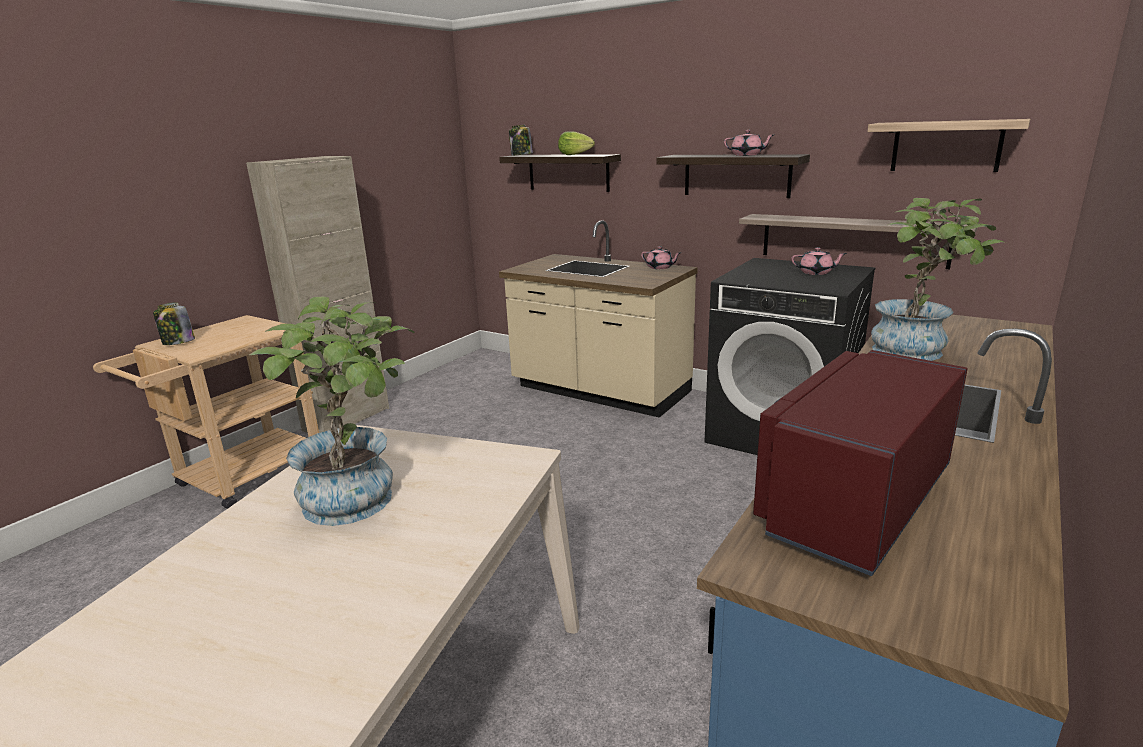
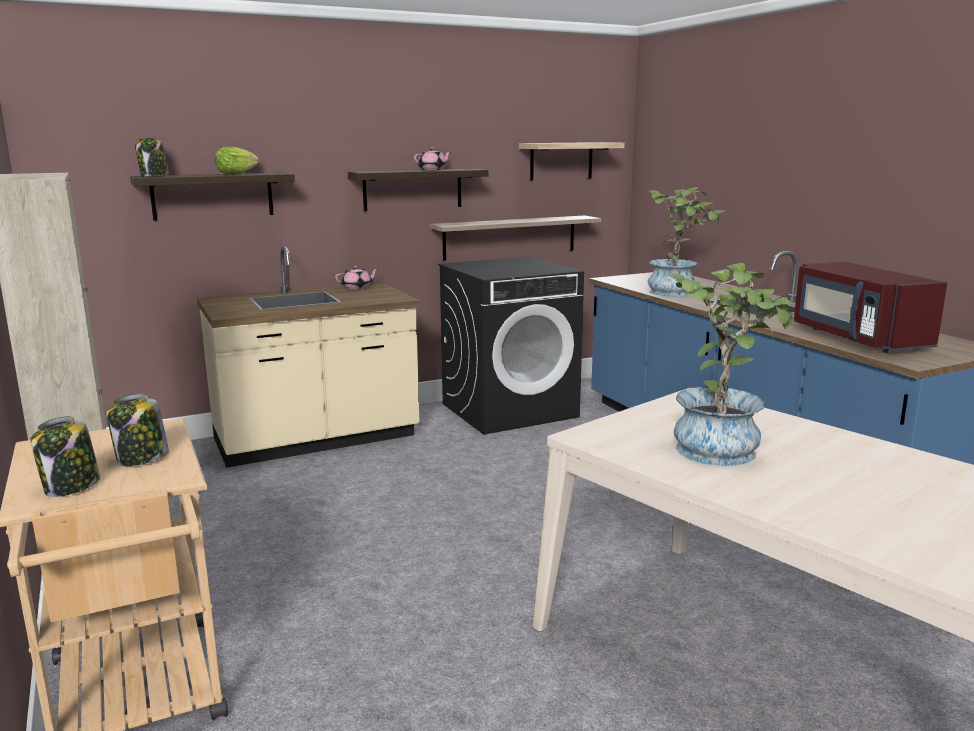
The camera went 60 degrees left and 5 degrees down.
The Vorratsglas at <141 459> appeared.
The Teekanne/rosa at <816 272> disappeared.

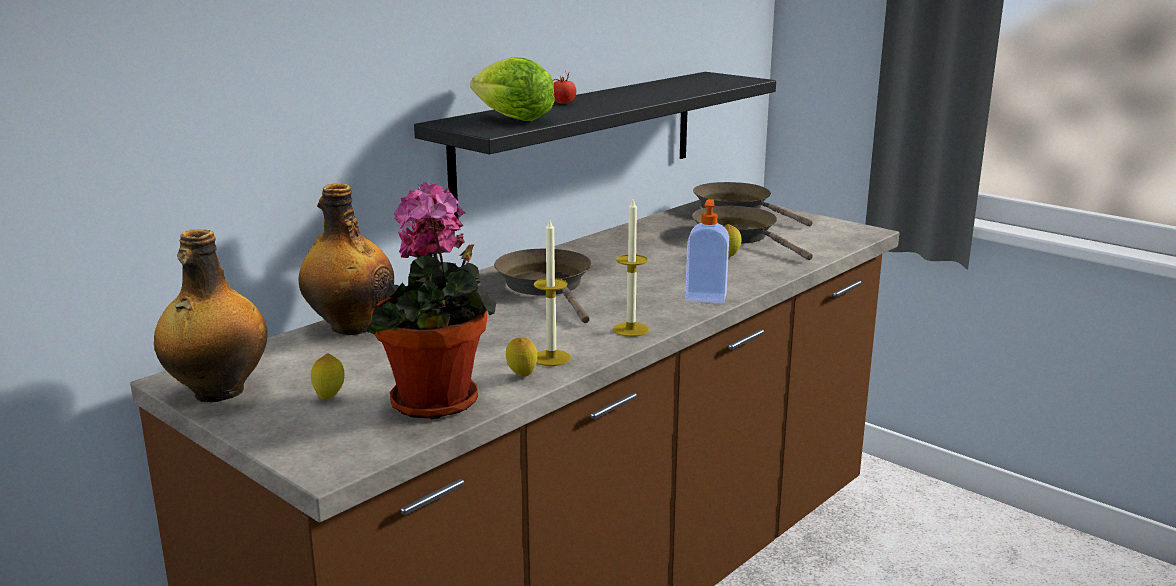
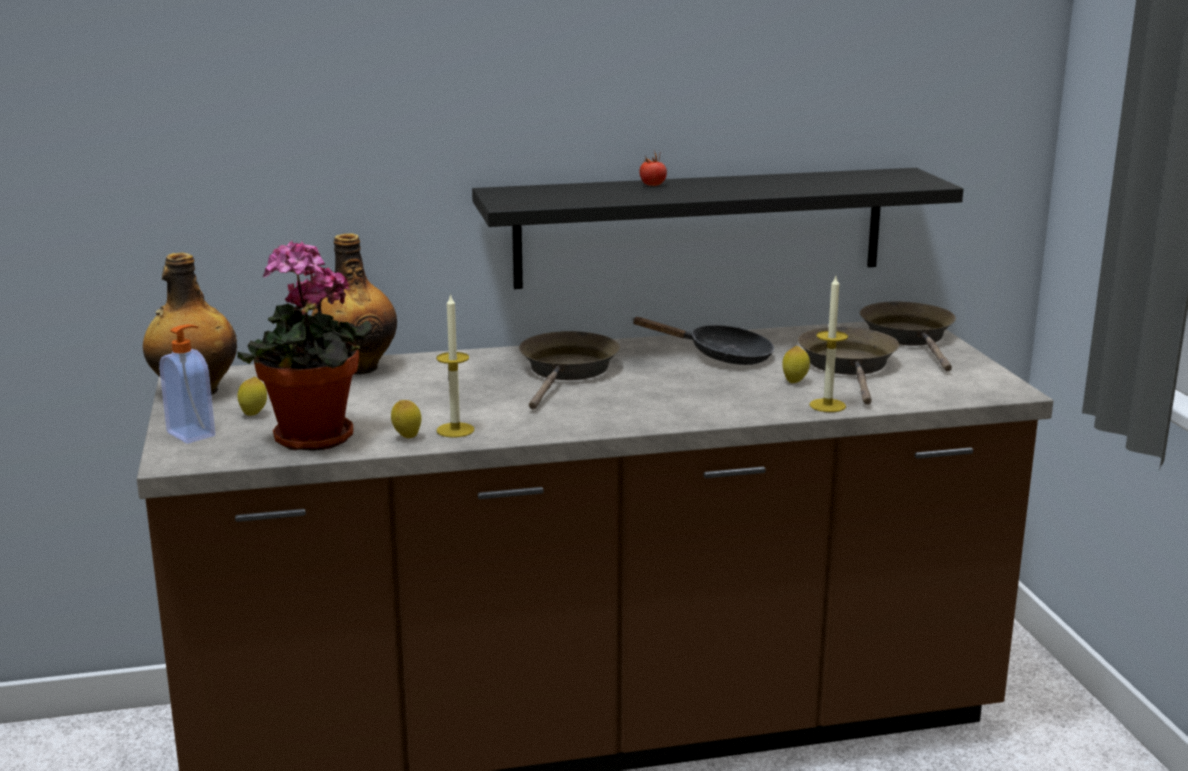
The camera went 35 degrees right and 0 degrees up.
The Seifenspender moved from <706 297> to <192 434>.
The Pfanne/schwarz at <721 356> appeared.
The Kerze moved from <630 329> to <827 405>.
The Salatkopf at <509 118> disappeared.

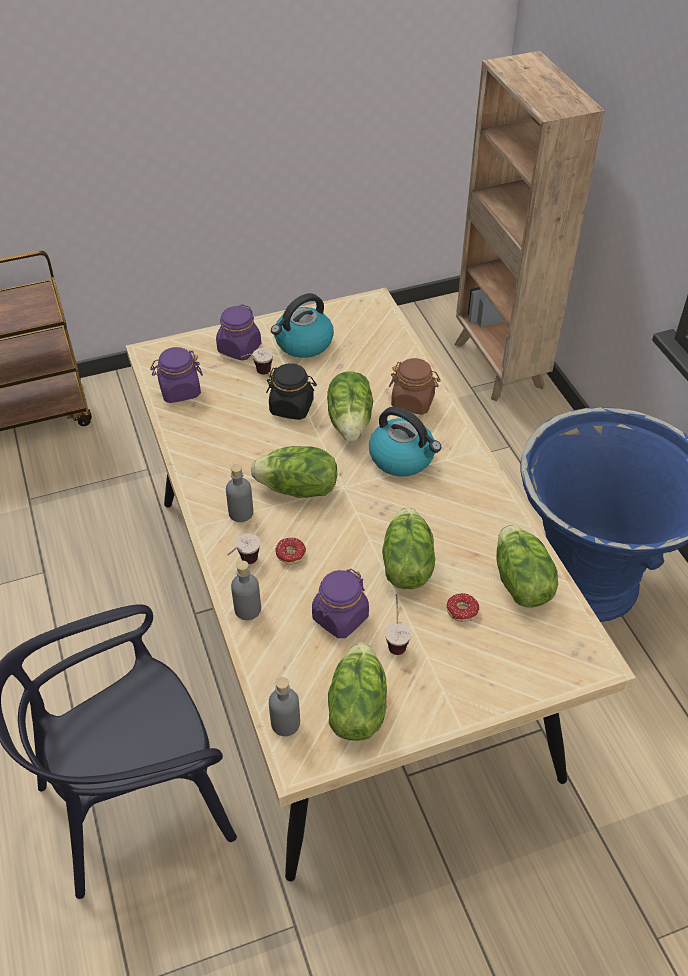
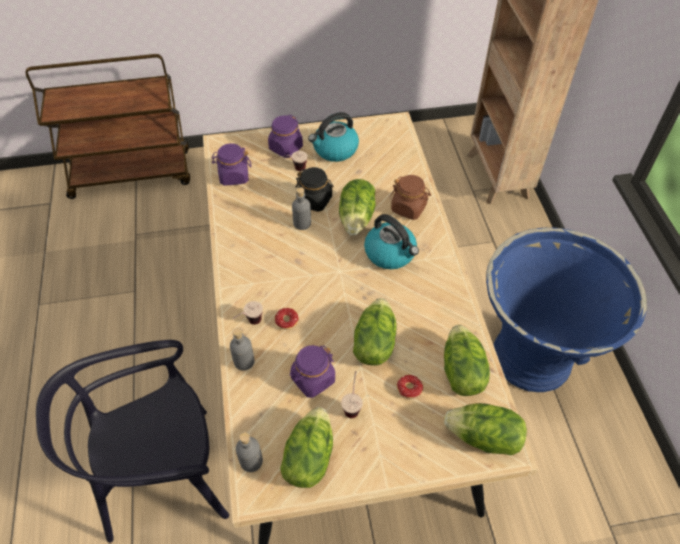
The camera went 10 degrees right and 5 degrees up.
The Flasche/grau moved from <241 513> to <302 223>.
The Salatkopf moved from <298 489> to <483 438>.

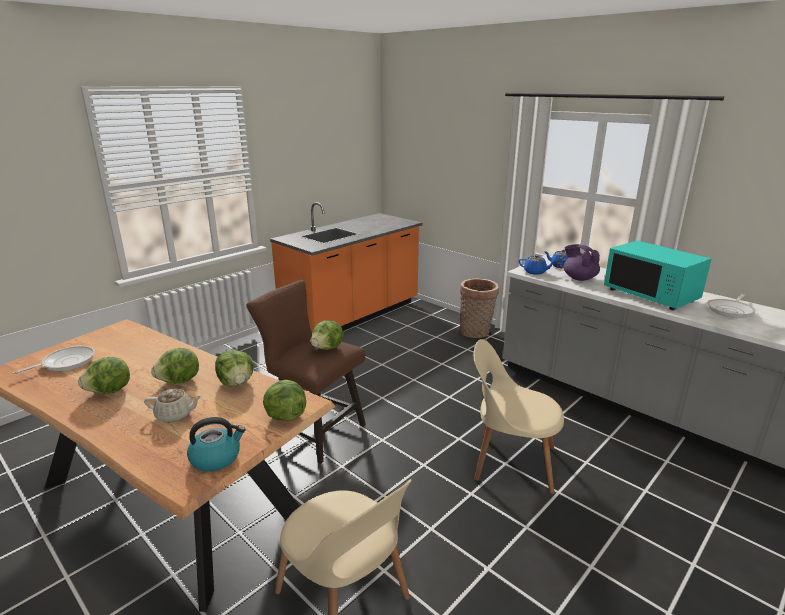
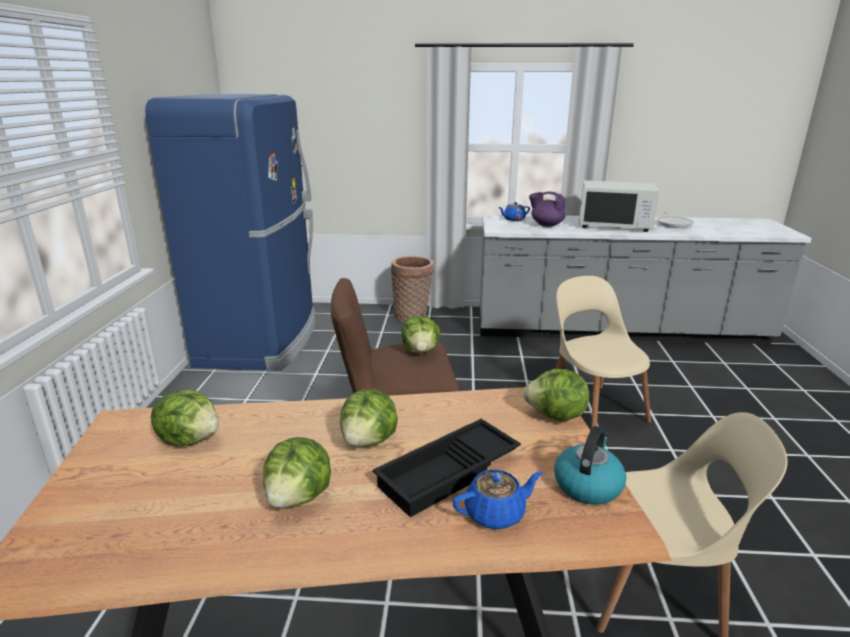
The camera went 40 degrees left and 0 degrees up.
The Küchenzeile/orange at <353 316> was replaced by the Kühlschrank/blau at <262 340>.
The Salatkopf moved from <237 383> to <190 439>.
The Teekanne/beige at <175 415> was replaced by the Tablett/schwarz at <449 474>.
The Teekanne/blau moved from <535 272> to <496 513>.
The Stuhl/beige at <510 462> turned 90 degrees clockwise.
The Mikrowelle/türkis at <651 295> became the Mikrowelle/weiß at <614 225>.
The Pfanne at <66 362> disappeared.

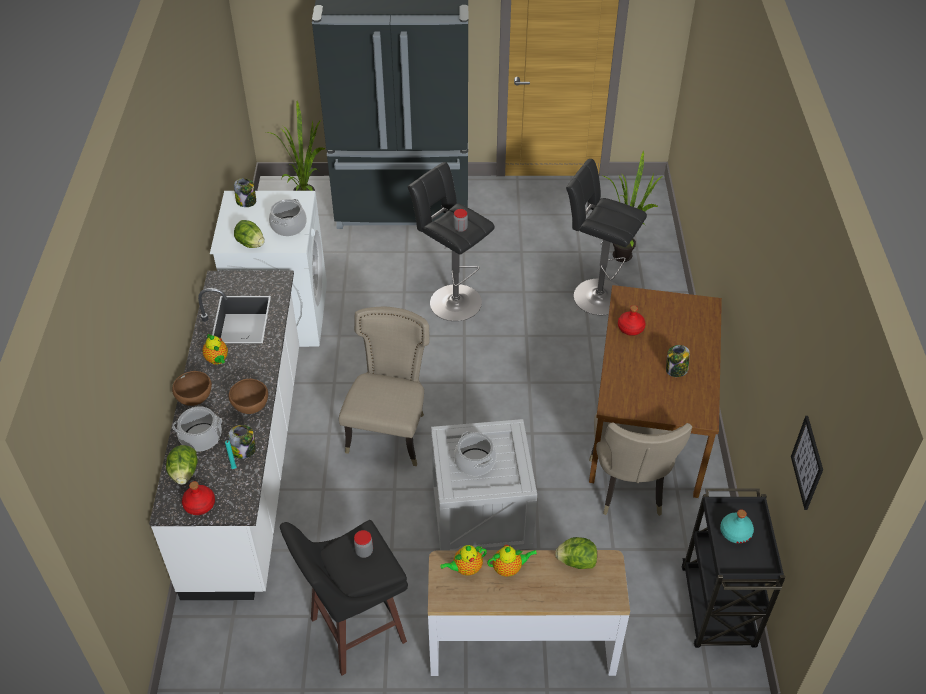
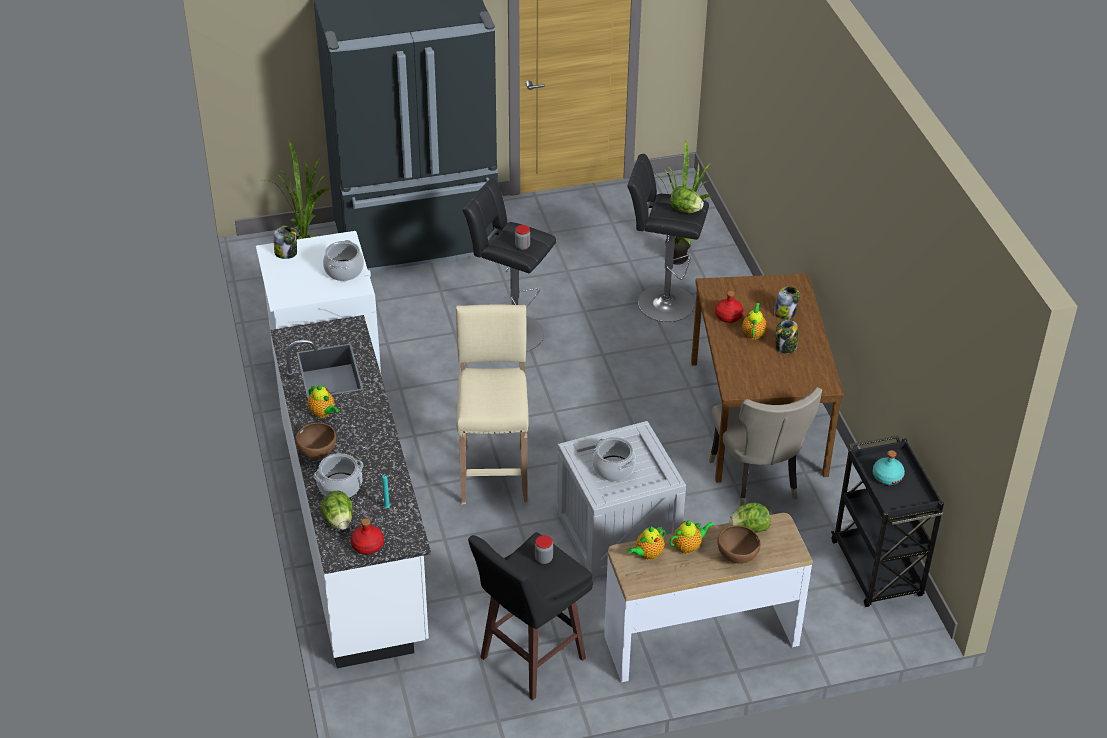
The camera went 15 degrees left and 5 degrees down.
The Stuhl/beige at <390 432> was replaced by the Hocker/beige at <494 472>.
The Salatkopf moved from <251 244> to <685 210>.
The Schüssel/braun moved from <251 408> to <737 557>.
The Teekanne at <753 333> appeared.
The Vorratsglas moved from <244 450> to <785 313>.
The Bild at <807 462> disappeared.

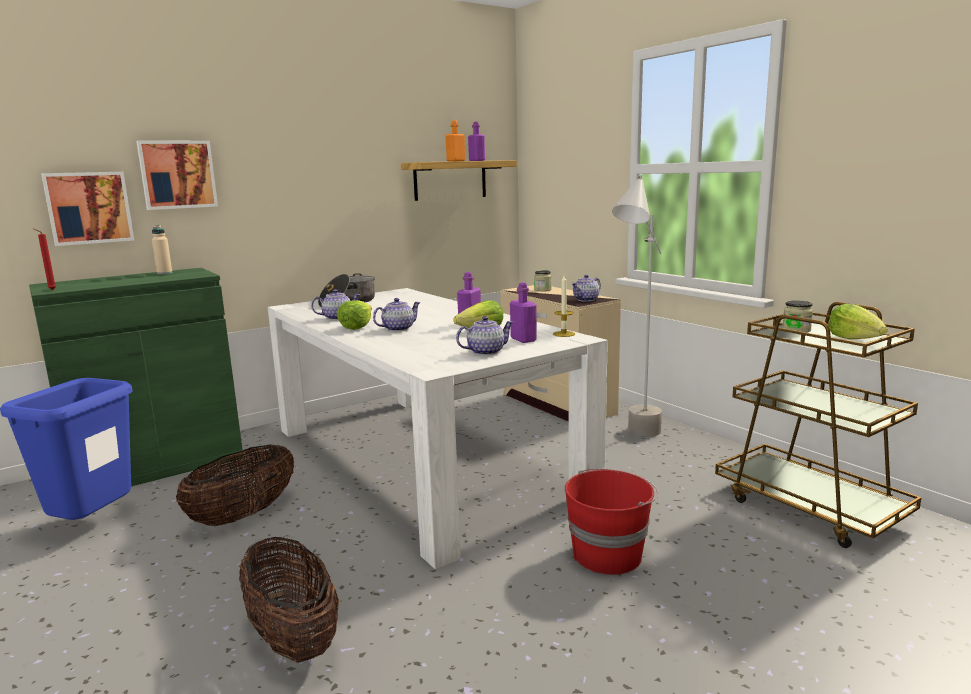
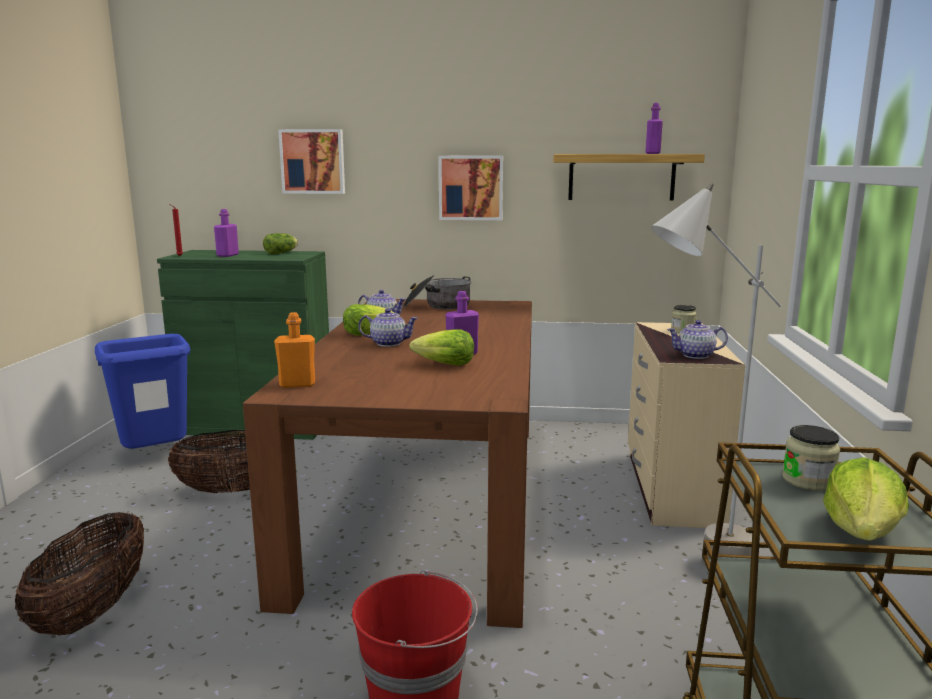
The camera went 40 degrees right and 0 degrees up.
The Flasche/lila moved from <523 339> to <227 255>.
The Esstisch/weiß at <421 461> became the Esstisch/braun at <428 498>.
The Flasche/beige at <164 273> was replaced by the Salatkopf at <282 253>.
The Flasche/orange moved from <456 161> to <297 384>.
The Bild moved from <89 208> to <471 187>.
The Teekanne at <485 352> disappeared.
The Kerze at <563 334> disappeared.

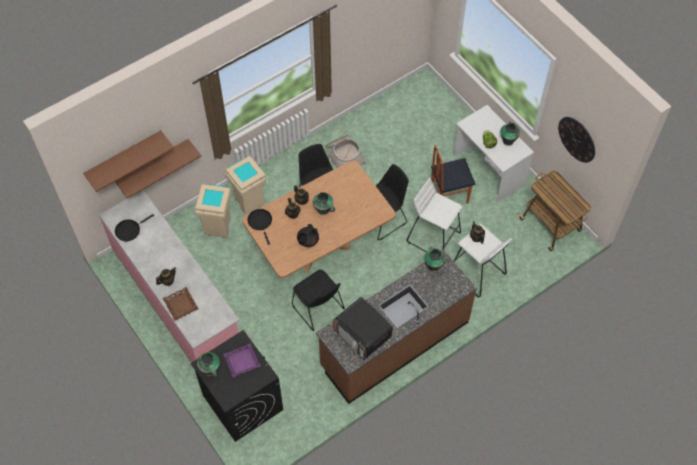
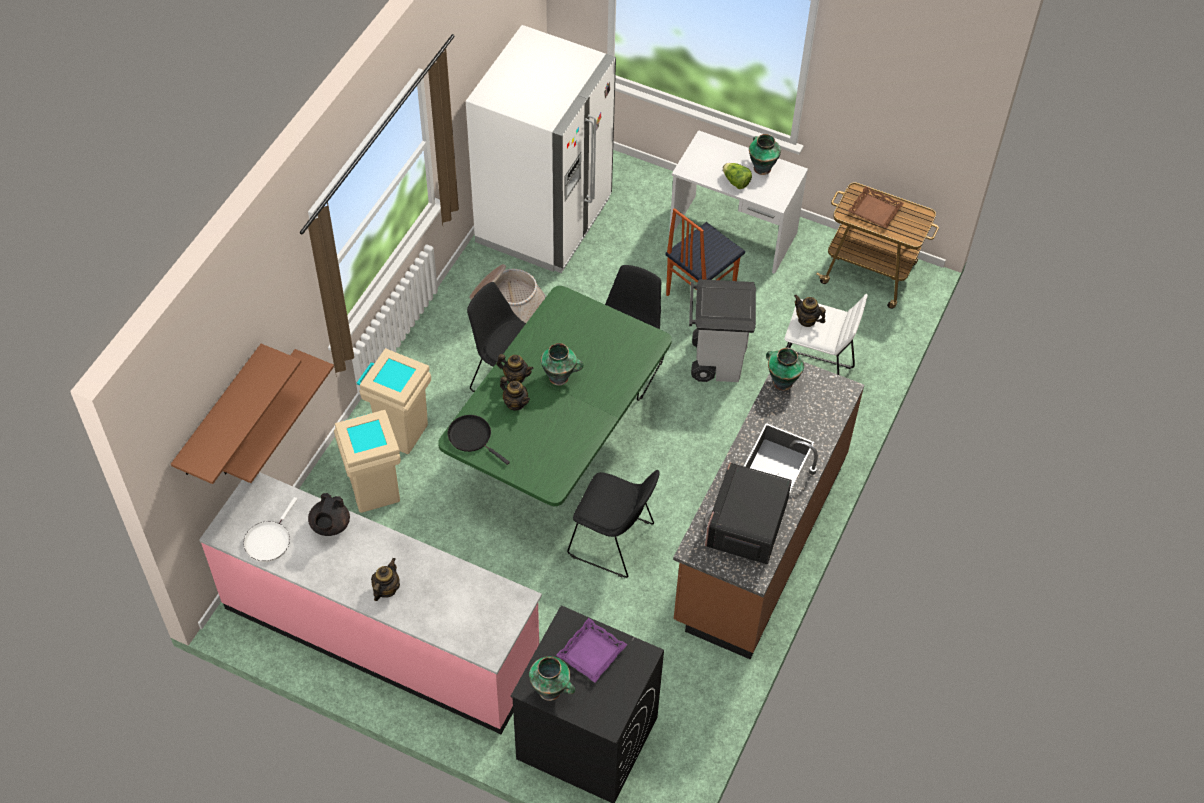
The camera went 30 degrees left and 5 degrees down.
The Pfanne/schwarz at <129 230> became the Pfanne/weiß at <269 540>.
The Teekanne/schwarz moved from <307 241> to <330 525>.
The Esstisch/braun at <320 248> became the Esstisch/grün at <557 452>.
The Kühlschrank/weiß at <544 220> appeared.
The Hocker/weiß at <433 236> was replaced by the Mülleimer/grau at <715 361>.
The Mikrowelle at <362 334> turned 90 degrees clockwise.
The Tablett/braun moved from <181 305> to <875 210>.
The Wanduhr at <577 139> disappeared.

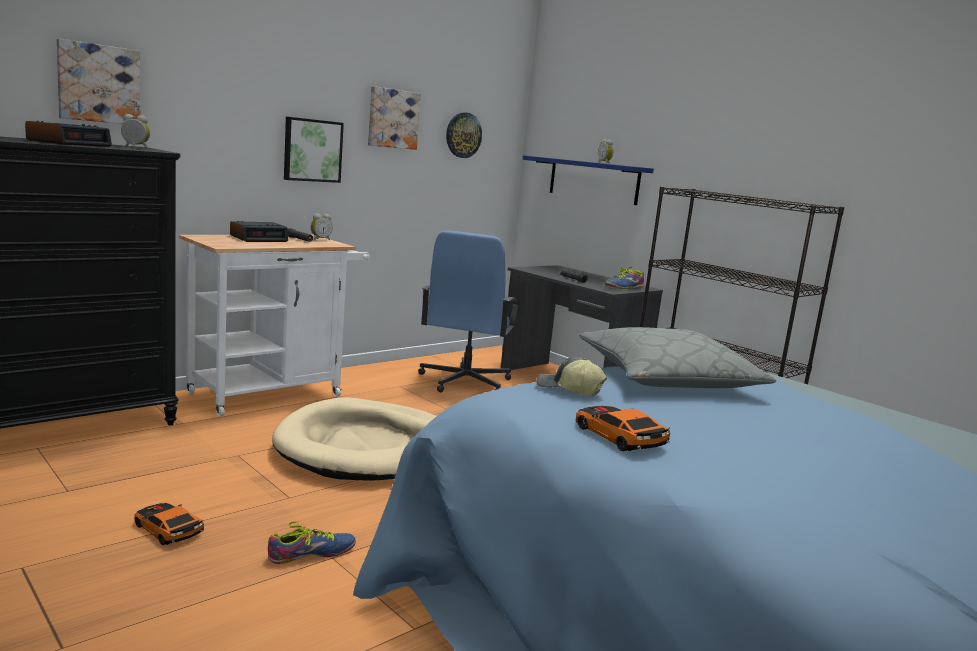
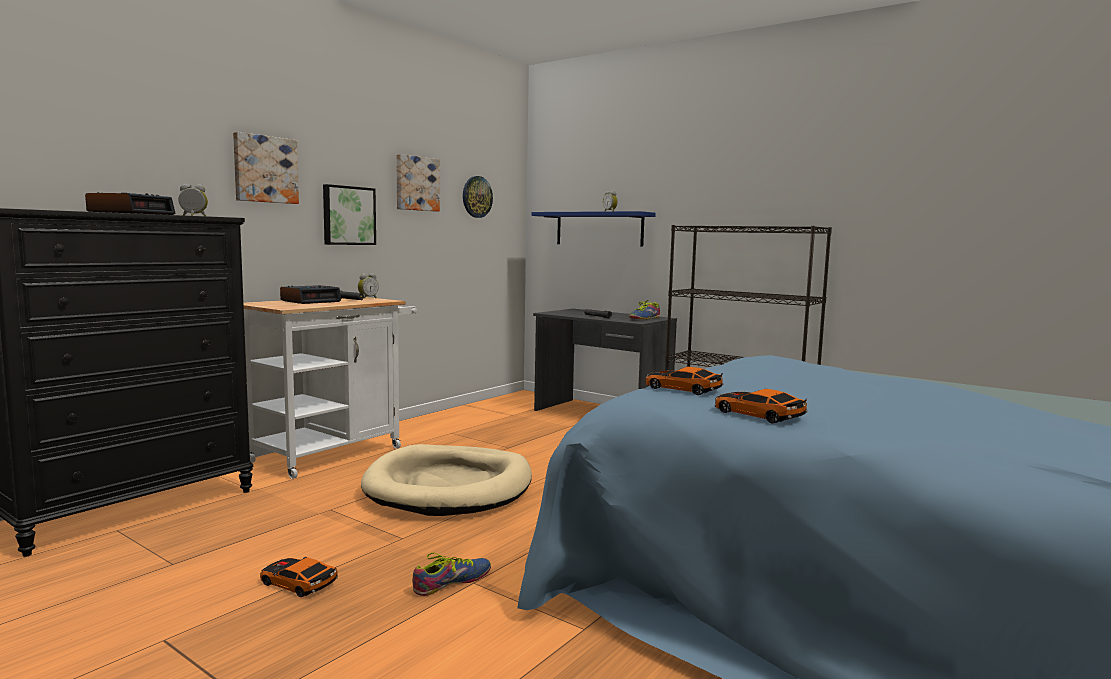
The camera went 10 degrees left and 5 degrees down.
The Bild moved from <98 83> to <265 169>.
The Kappe at <568 390> was replaced by the Spielzeugauto at <682 389>.
The Bürostuhl/blau at <464 382> disappeared.
The Kissen/grau at <668 378> disappeared.

